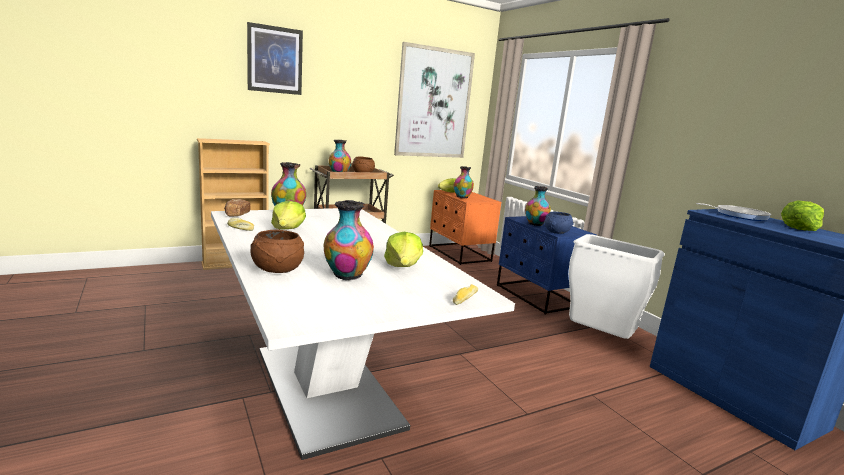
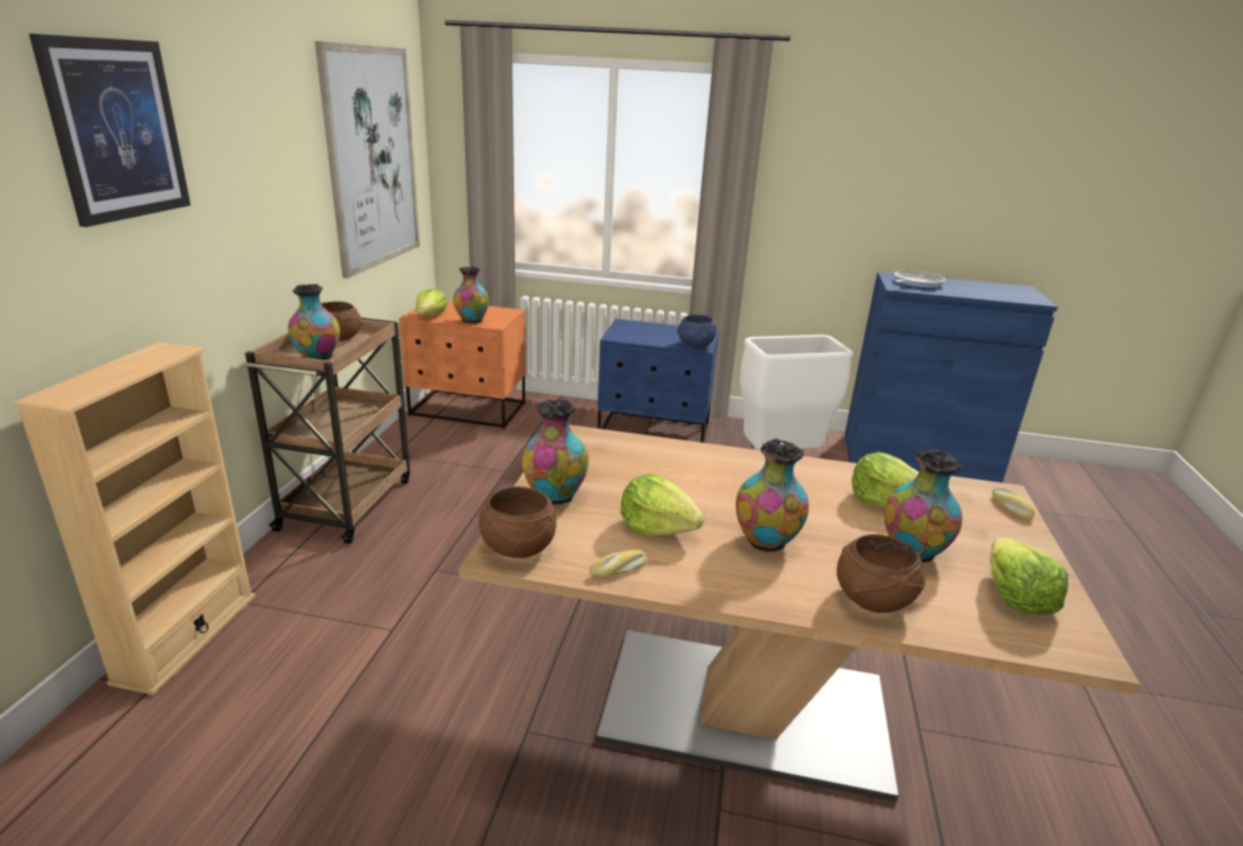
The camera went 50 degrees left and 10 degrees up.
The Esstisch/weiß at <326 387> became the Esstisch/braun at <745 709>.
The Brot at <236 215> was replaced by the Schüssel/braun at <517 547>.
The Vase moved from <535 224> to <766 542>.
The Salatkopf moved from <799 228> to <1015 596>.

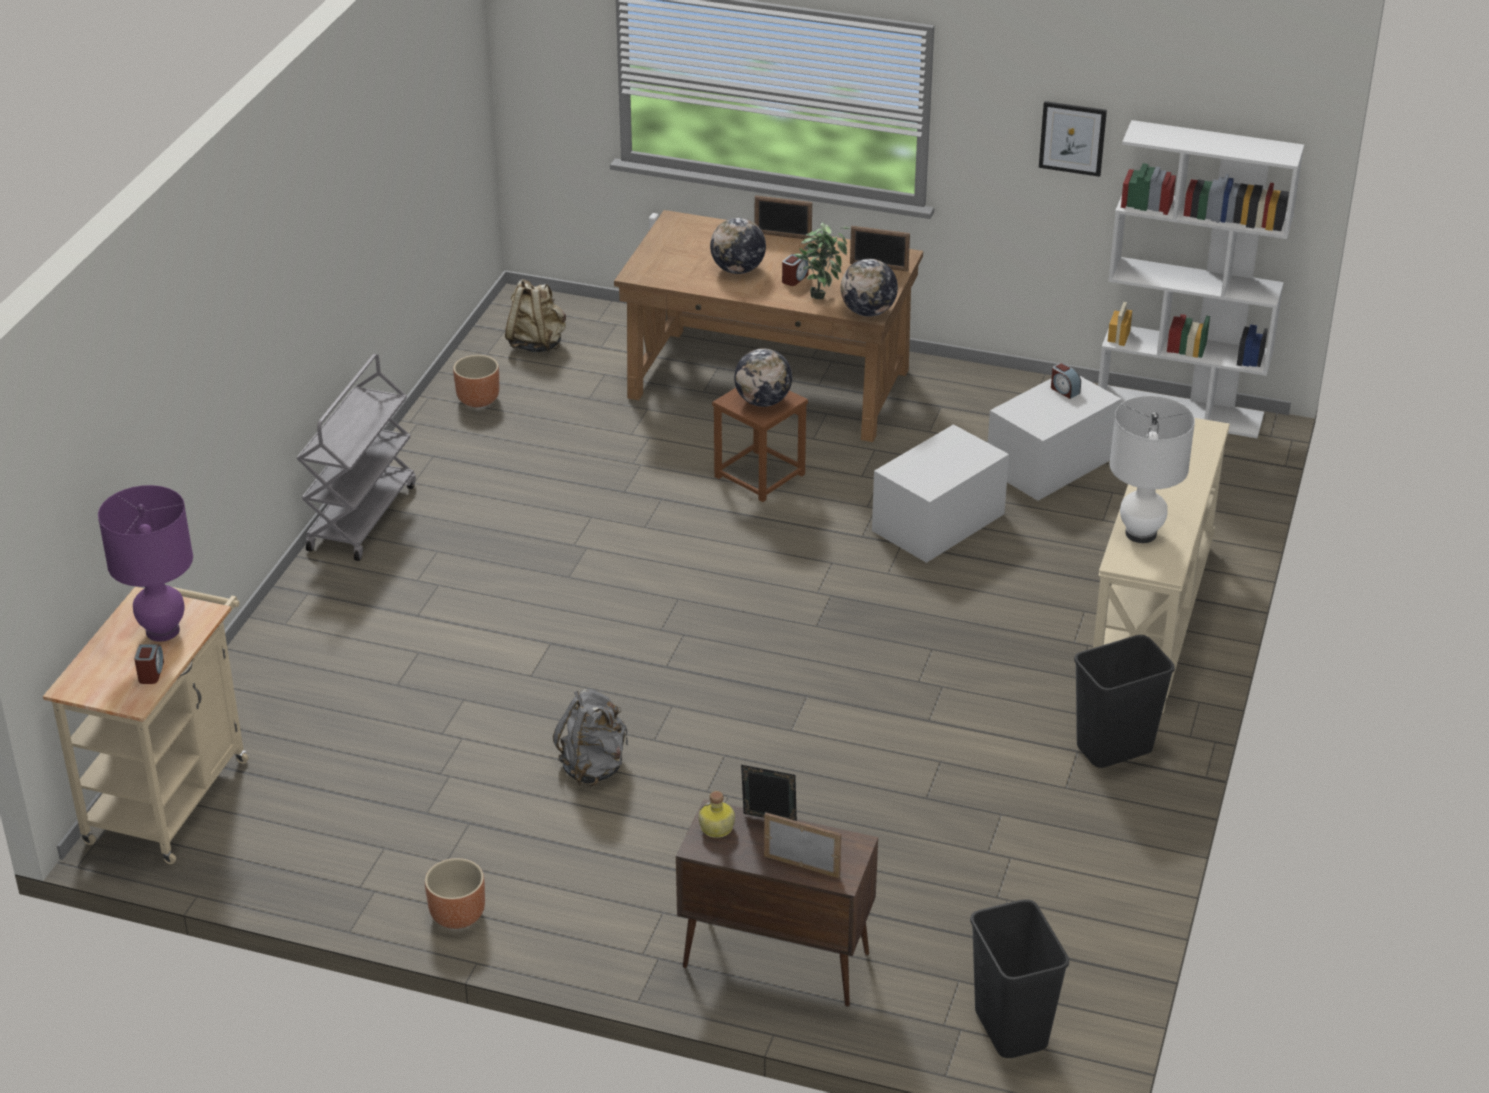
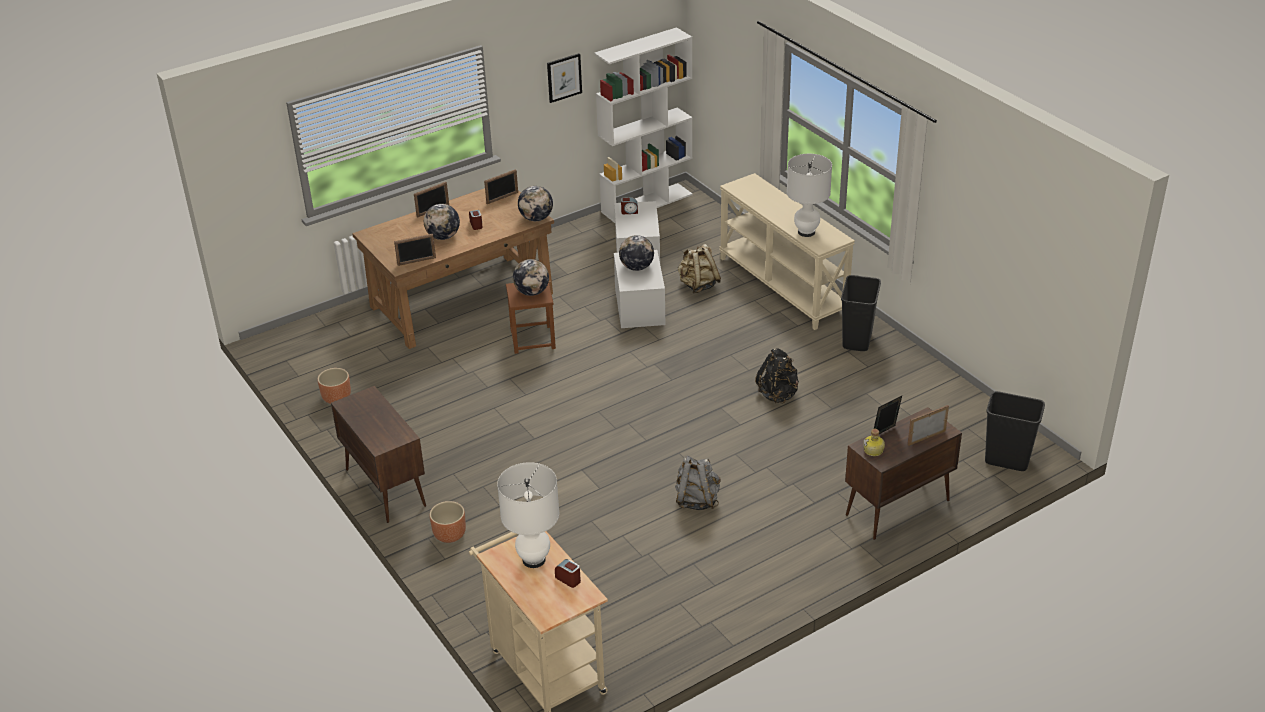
The camera went 50 degrees left and 0 degrees up.
The Rollwagen/grau at <361 516> was replaced by the Schrank/braun at <385 487>.
The Bilderrahmen at <416 261> appeared.
The Pflanzkübel/braun moved from <457 916> to <450 535>.
The Tischlampe/lila at <163 631> became the Tischlampe/weiß at <534 559>.
The Globus at <636 267> appeared.
The Rucksack/beige moved from <537 343> to <698 285>.
The Rucksack/schwarz at <778 394> appeared.
The Topfpflanze at <821 293> disappeared.

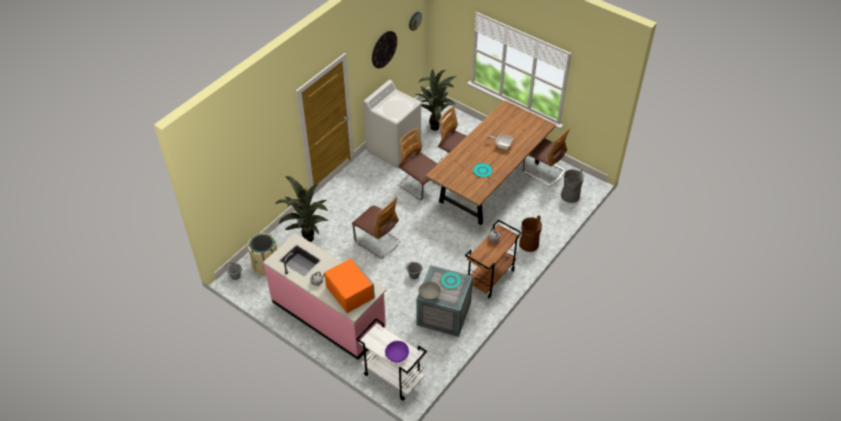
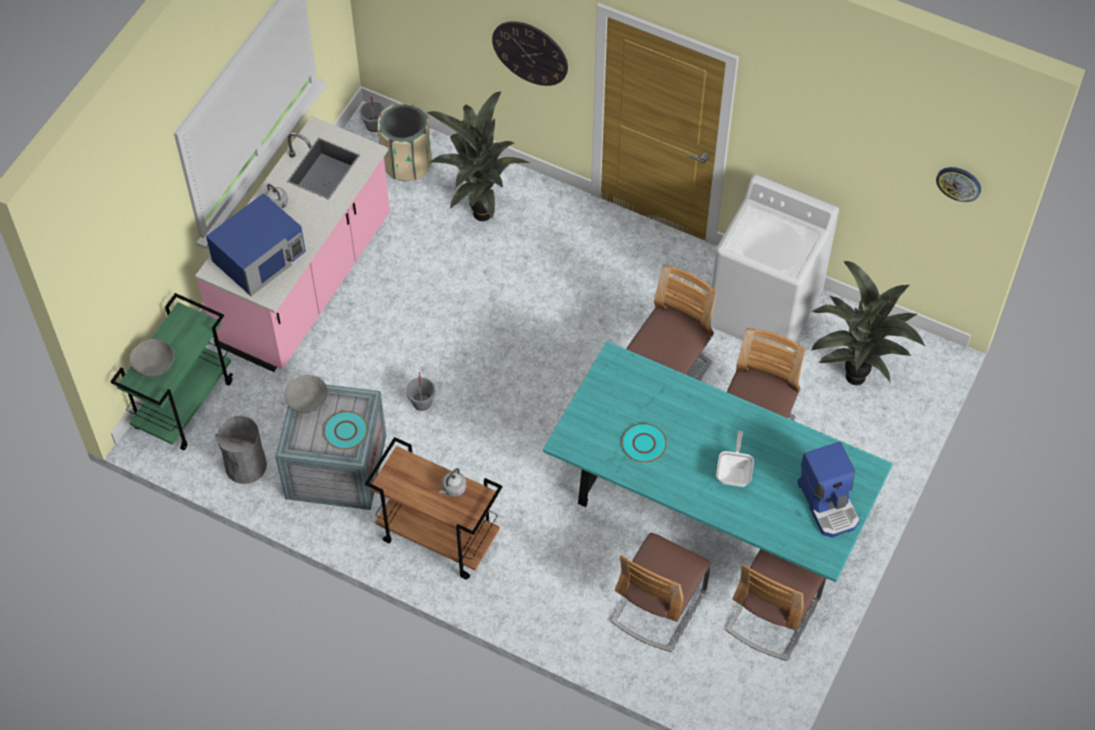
The camera went 80 degrees right and 10 degrees up.
The Rollwagen/weiß at <392 377> became the Rollwagen/grün at <184 404>.
The Schüssel/lila at <397 355> became the Schüssel/grau at <154 364>.
The Mikrowelle/orange at <350 292> became the Mikrowelle/blau at <260 256>.
The Mülleimer/grau moved from <570 196> to <245 465>.
The Wanduhr moved from <384 49> to <530 53>.
The Esstisch/braun at <489 182> became the Esstisch/türkis at <710 506>.
The Stuhl moved from <377 241> to <658 606>.
The Kaffeemaschine at <829 503> appeared.
The Mülleimer/braun at <529 244> disappeared.

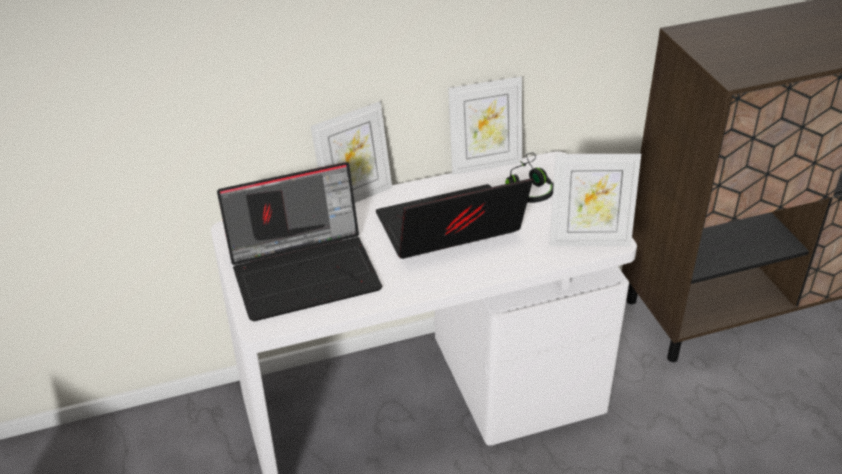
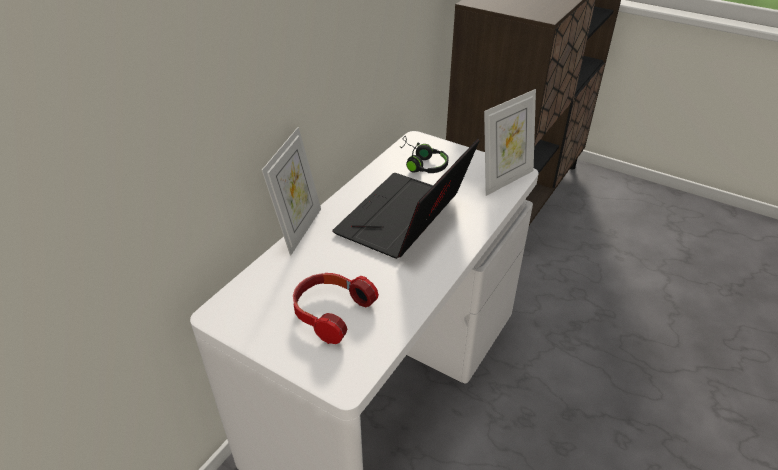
The camera went 40 degrees left and 0 degrees up.
The Laptop at <306 271> was replaced by the Kopfhörer at <330 312>.
The Bilderrahmen at <485 164> disappeared.

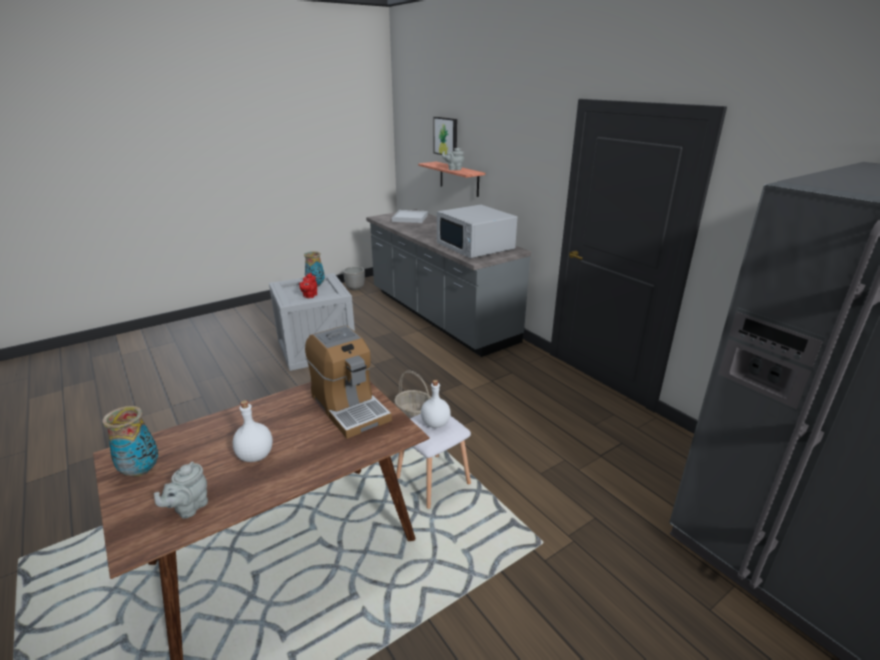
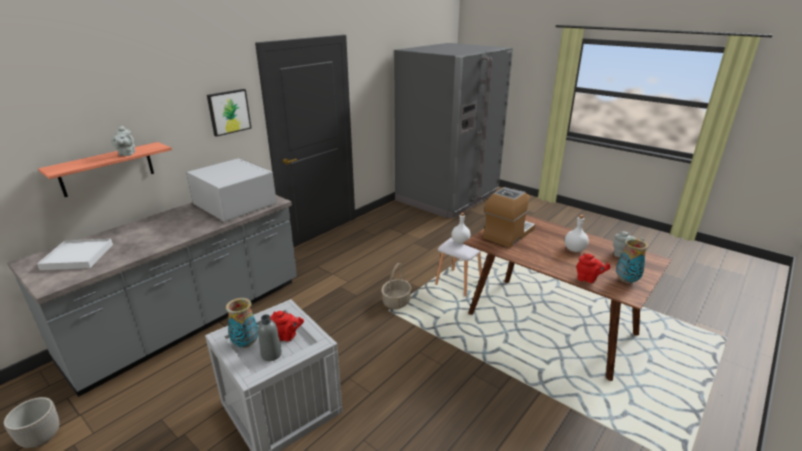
The camera went 105 degrees left and 0 degrees up.
The Mikrowelle/weiß at <475 247> turned 90 degrees counterclockwise.
The Bild moved from <446 136> to <228 112>.
The Flasche/grau at <271 354> appeared.
The Teekanne/rot at <588 279> appeared.

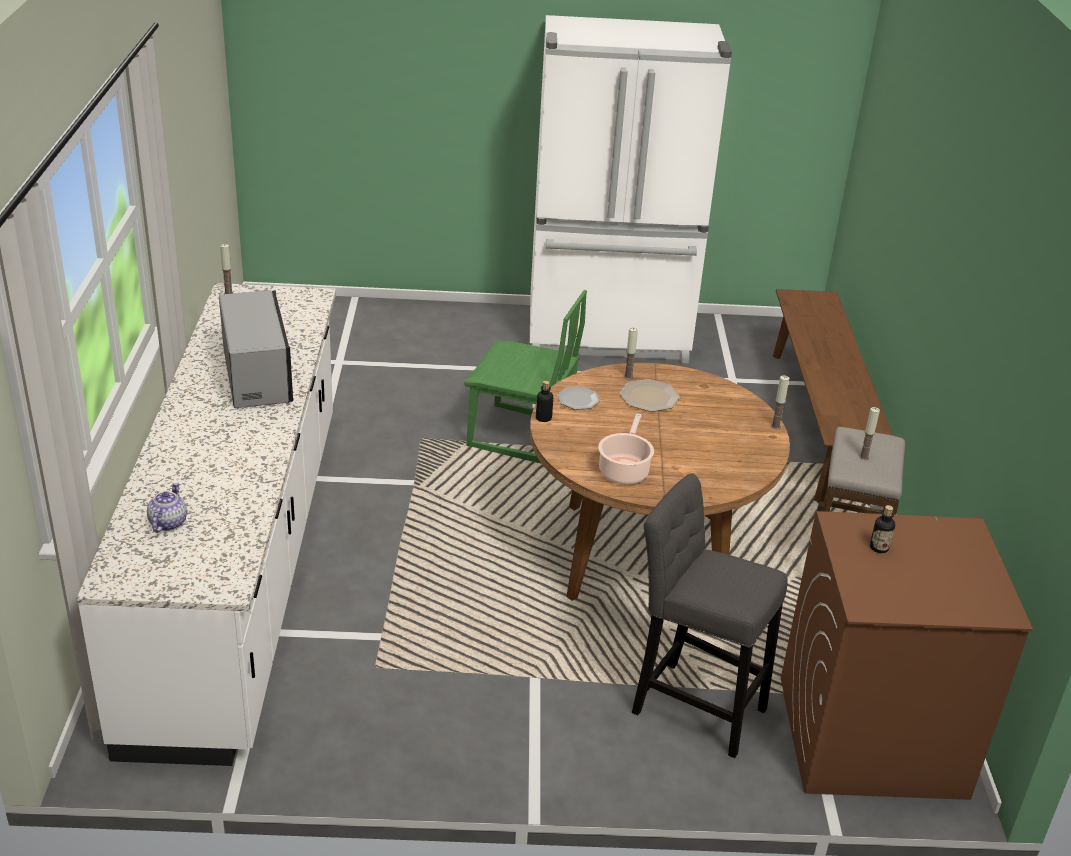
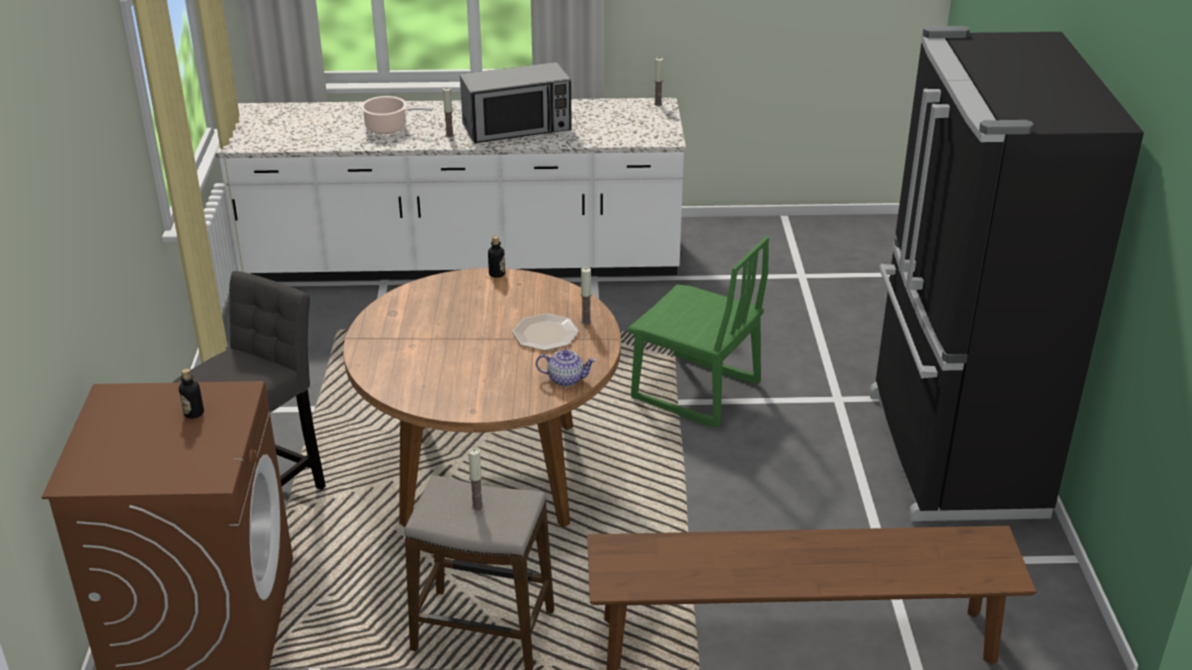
The camera went 90 degrees right and 0 degrees up.
The Kochtopf moved from <624 470> to <389 128>.
The Kerze moved from <775 426> to <449 135>.
The Teekanne moved from <167 522> to <566 379>.
The Stuhl/grün at <521 436> turned 75 degrees counterclockwise.
The Kühlschrank/weiß at <609 336> became the Kühlschrank/schwarz at <951 454>.
The Teller at <578 399> disappeared.

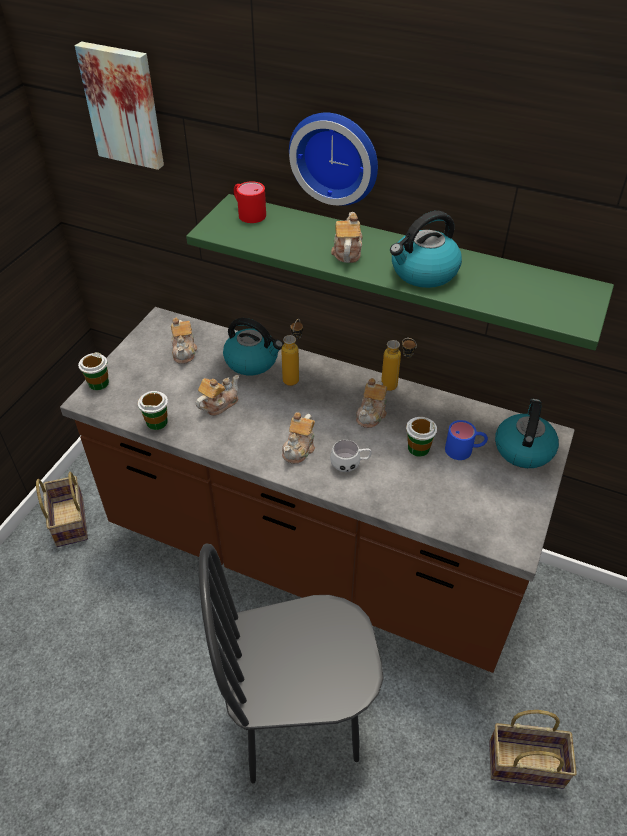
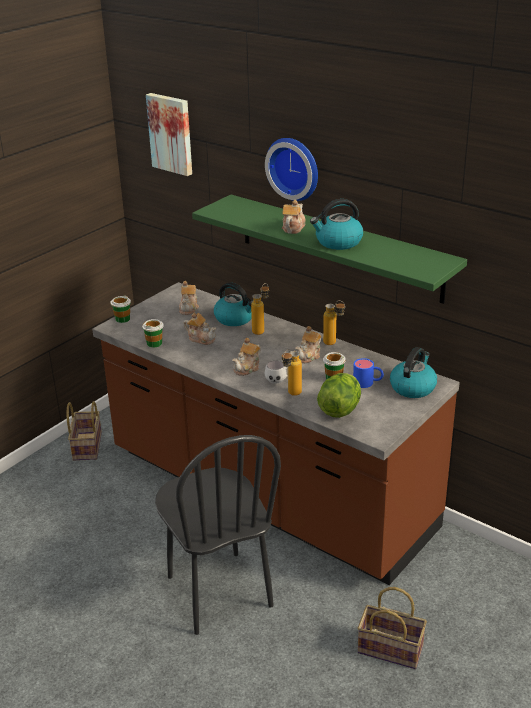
The camera went 15 degrees right and 15 degrees down.
The Stuhl/schwarz at <297 720> turned 120 degrees counterclockwise.
The Teekanne at <219 404> turned 60 degrees clockwise.
The Flasche at <291 395> appeared.
The Salatkopf at <340 410> appeared.
The Henkelbecher/rot at <248 213> disappeared.

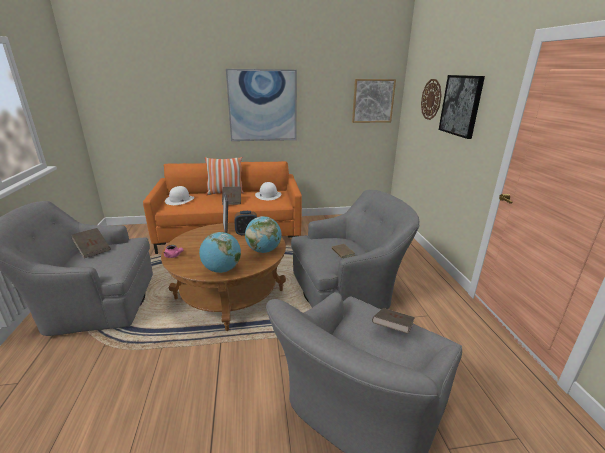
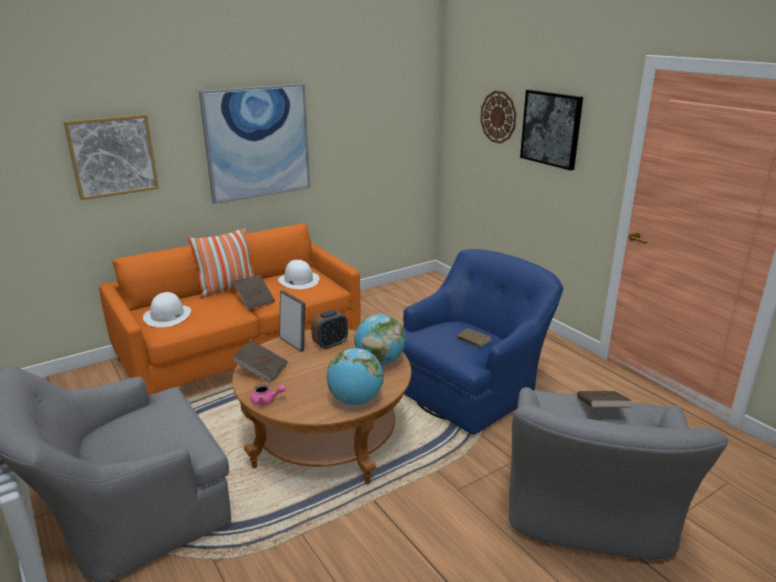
The camera went 25 degrees left and 0 degrees up.
The Bild moved from <373 101> to <113 156>.
The Buch/braun moved from <93 249> to <261 371>.
The Sessel/grau at <348 290> became the Sessel/blau at <470 388>.

